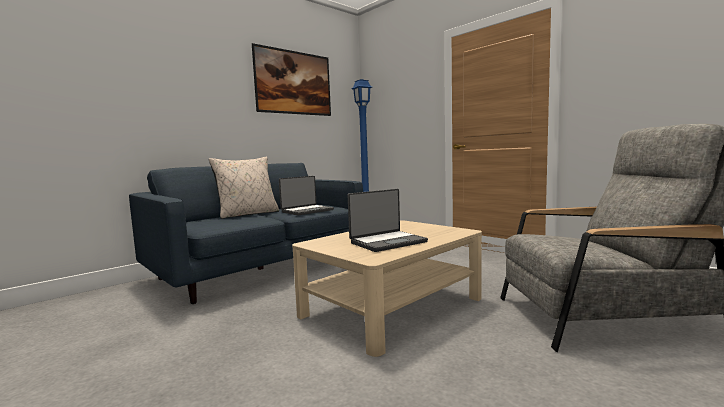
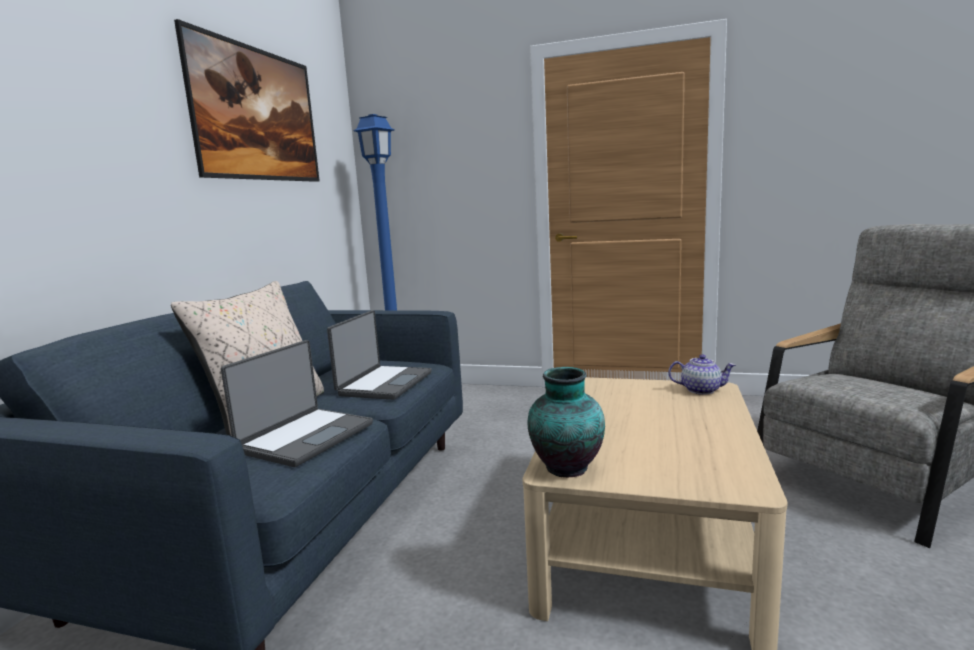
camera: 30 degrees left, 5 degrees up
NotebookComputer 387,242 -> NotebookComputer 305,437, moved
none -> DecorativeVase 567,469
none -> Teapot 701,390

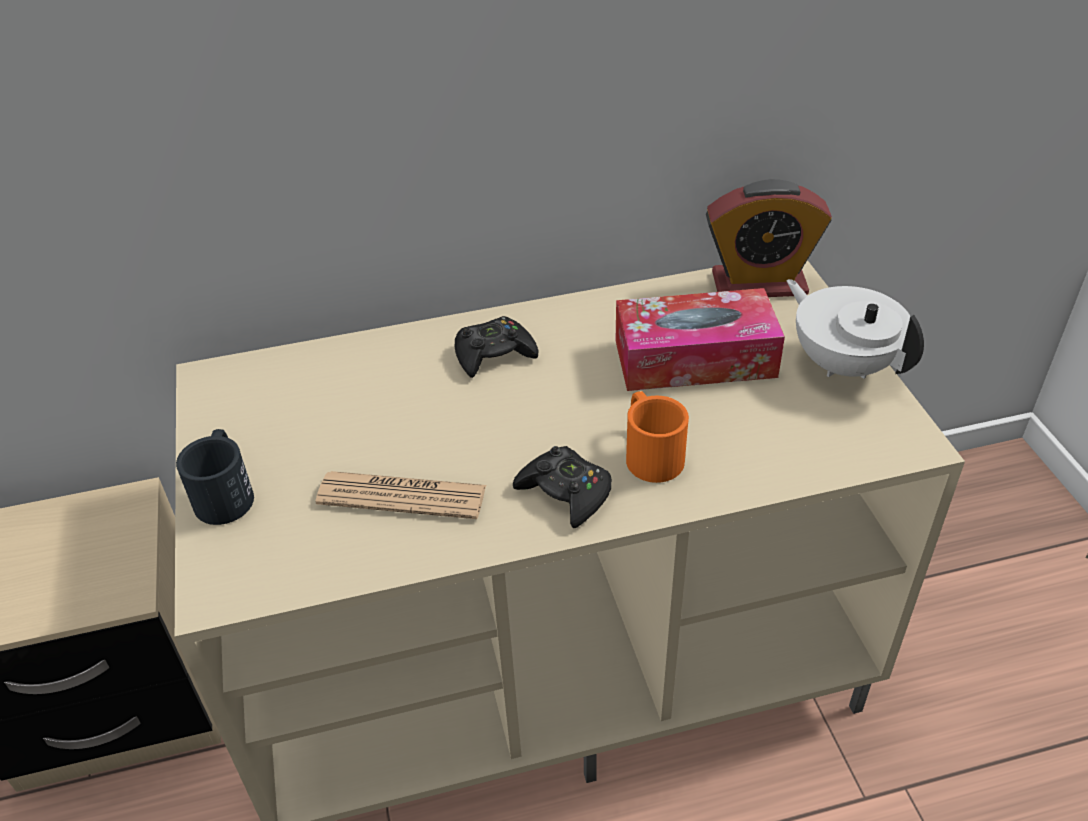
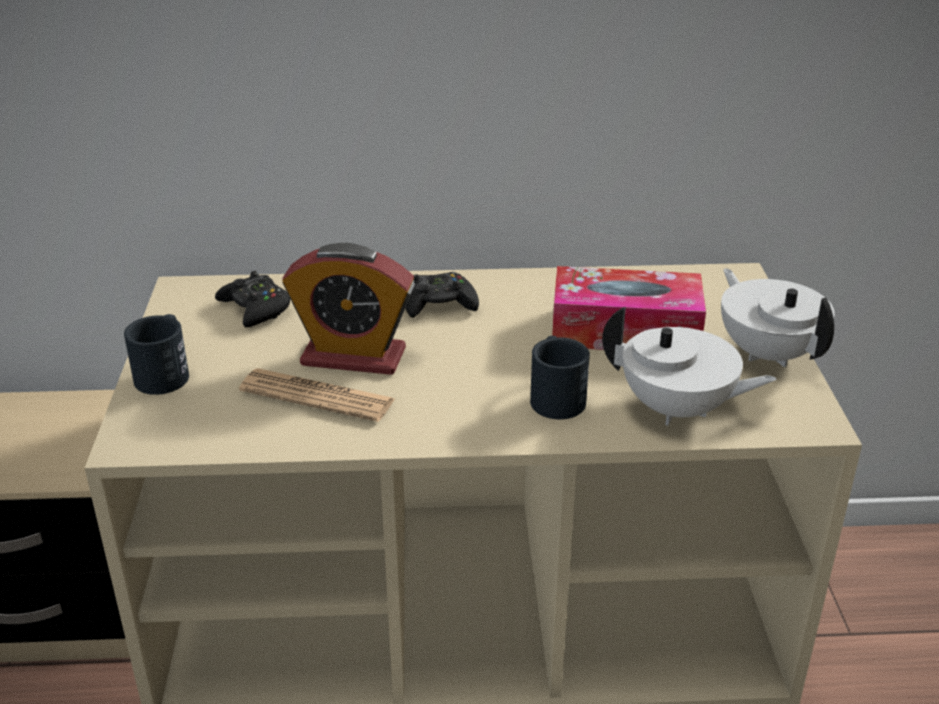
camera: 10 degrees right, 10 degrees down
BlackColouredJoypad 565,493 -> BlackColouredJoypad 255,308, moved
OrangeMug 649,452 -> BlackColouredMug 555,395
BedsideClock 759,284 -> BedsideClock 353,357, moved
none -> WhiteColouredTeapot 677,410

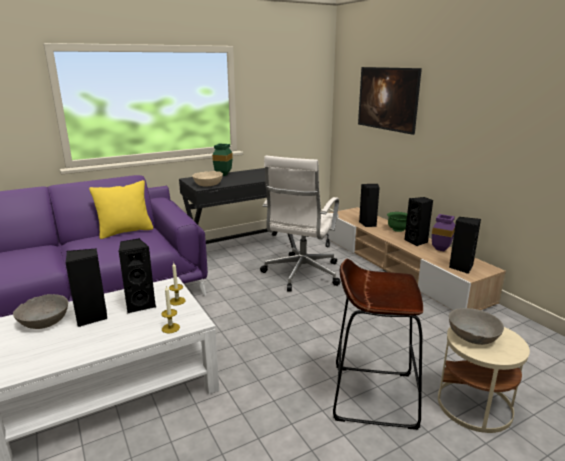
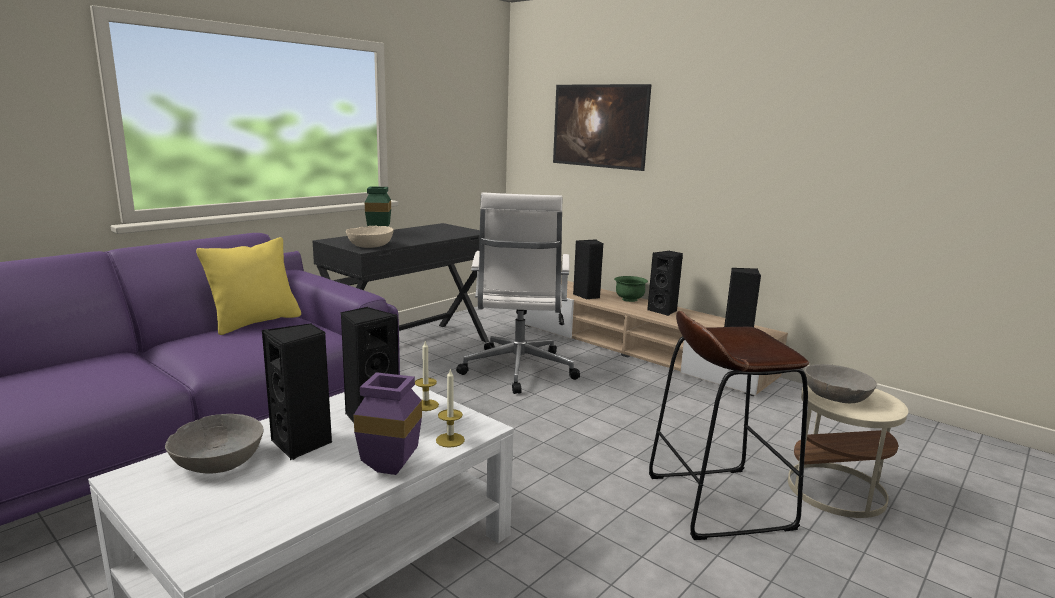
camera: 20 degrees left, 5 degrees down
PurpleColouredDecorativeVase 439,249 -> PurpleColouredDecorativeVase 386,469, moved

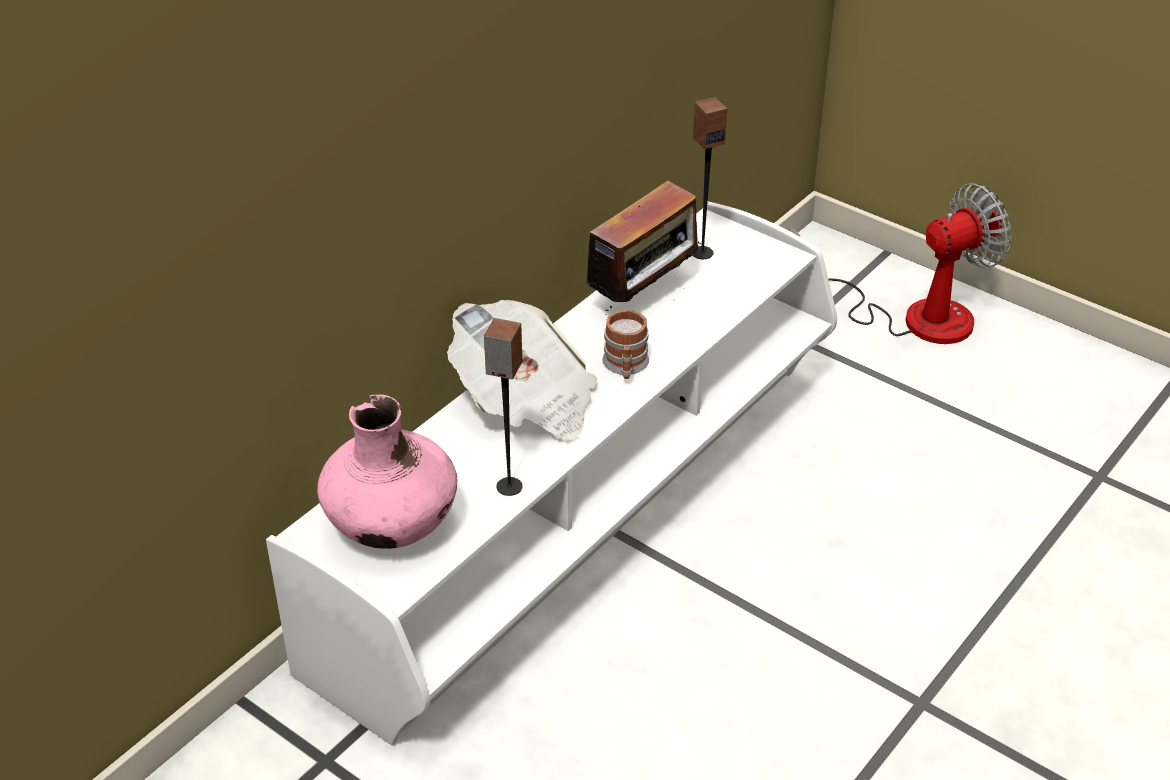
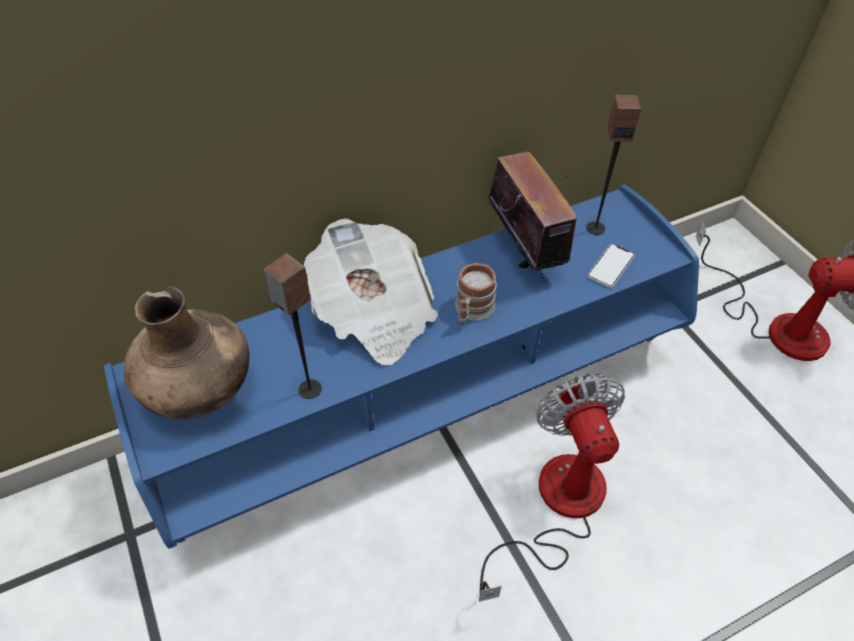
camera: 25 degrees right, 10 degrees up
WhiteColouredMediaConsole 585,518 -> BluishMediaConsole 426,406
PinkishDecorativeVase 393,526 -> BrownDecorativeVase 201,390
RadioReceiver 644,296 -> RadioReceiver 525,252, 90 degrees counterclockwise
none -> ElectricFan 557,506
none -> Handset 610,266

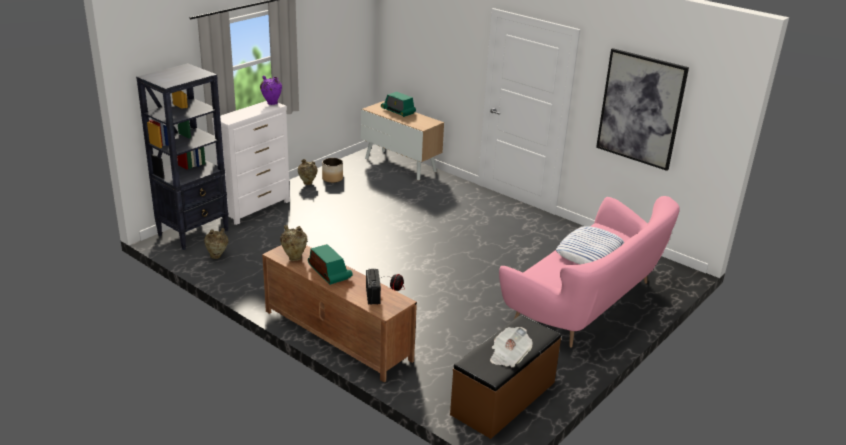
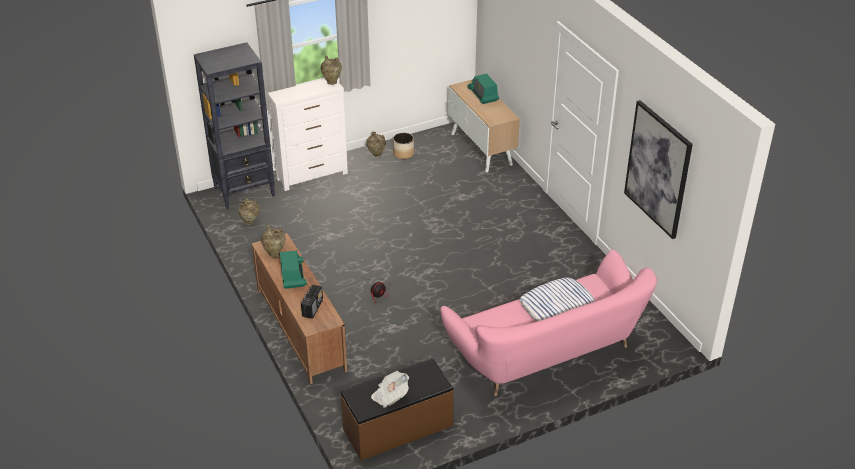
camera: 25 degrees right, 10 degrees up
PurpleColouredDecorativeVase 271,103 -> BeigeColouredDecorativeVase 332,82

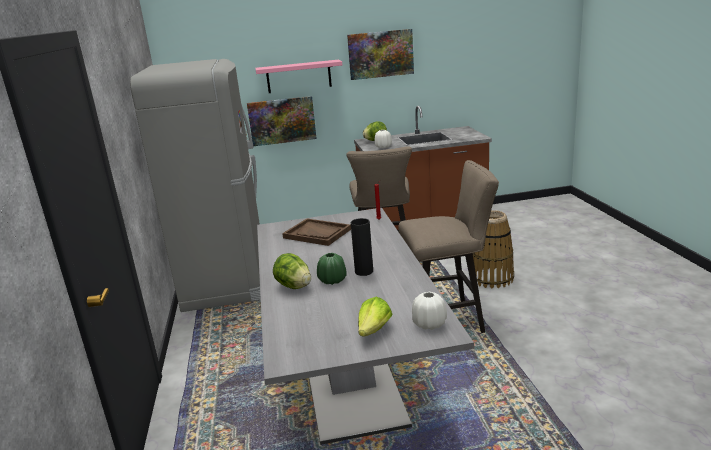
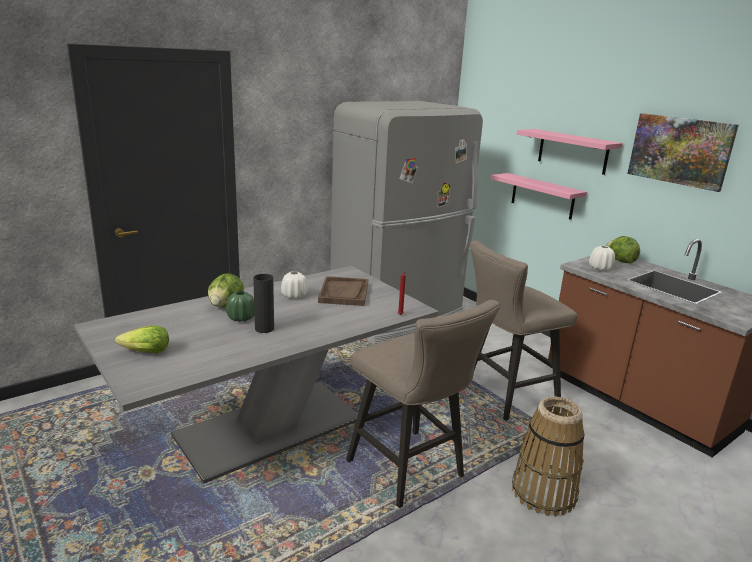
camera: 60 degrees right, 0 degrees up
WallPicture 282,120 -> PinkishShelf 542,196
WhiteColouredDecorativeVase 429,324 -> WhiteColouredDecorativeVase 294,296, moved

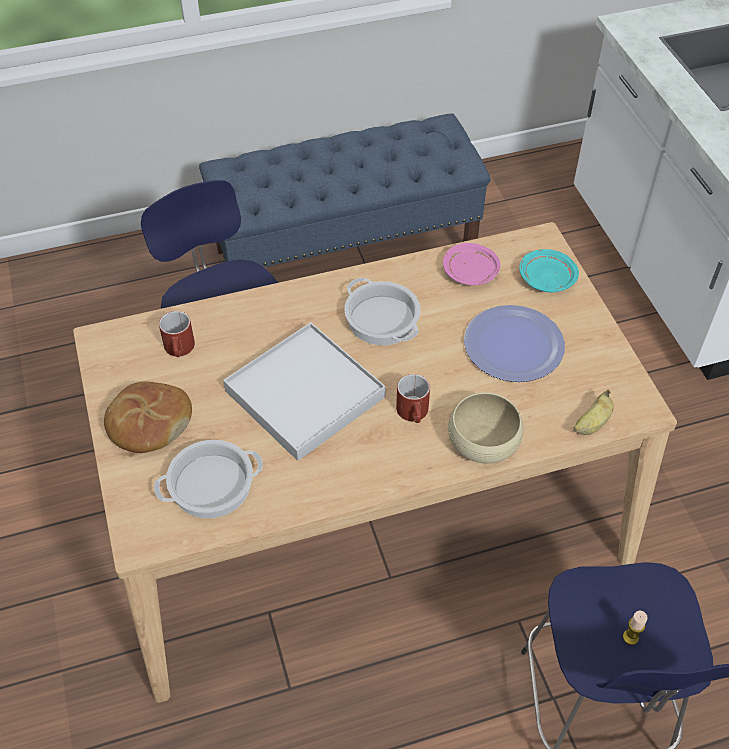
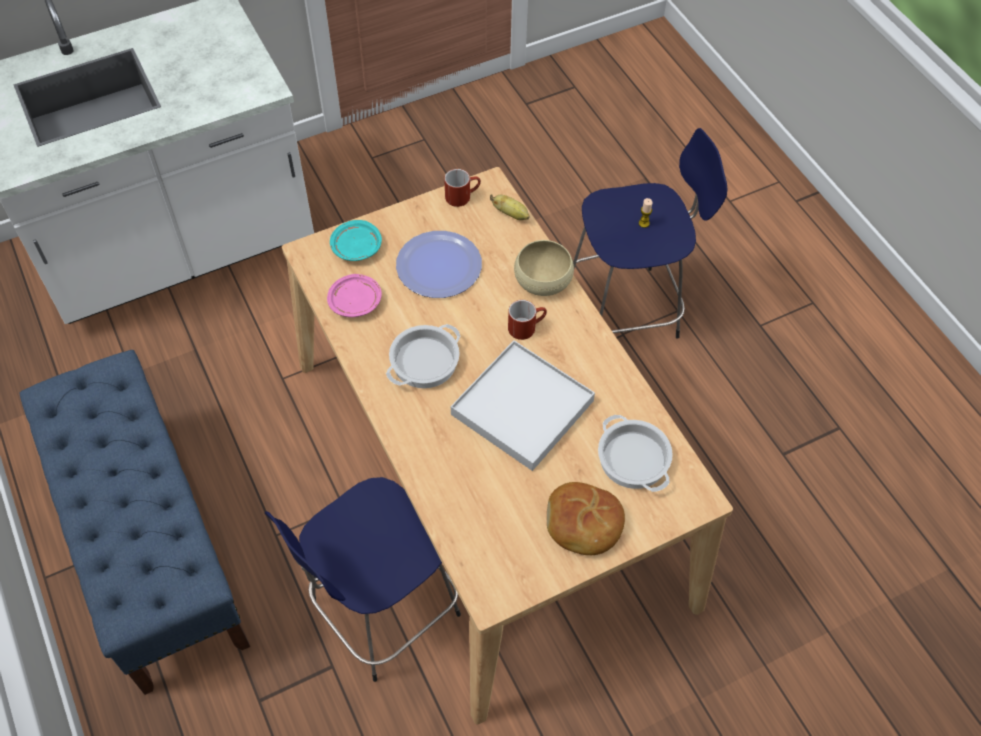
camera: 100 degrees left, 5 degrees up
RedColouredMug 180,350 -> RedColouredMug 462,195, moved

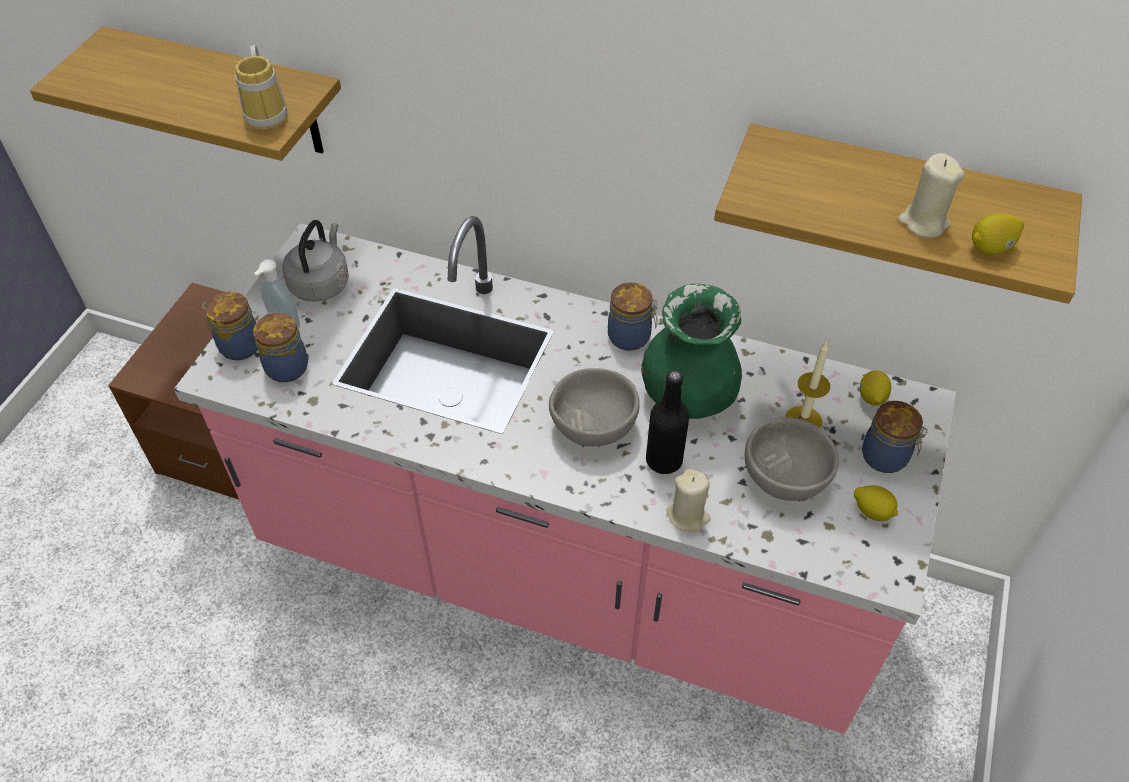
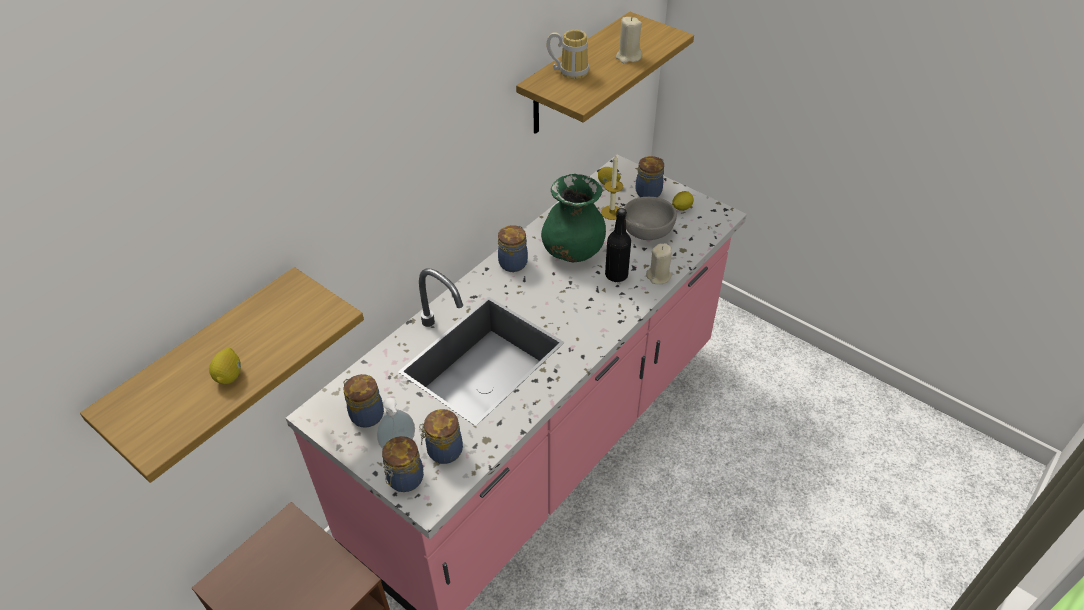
camera: 70 degrees left, 5 degrees down
Mug 269,113 -> Mug 570,71, moved
GreyishWaterKettle 321,283 -> PreserveJar 366,414
GreyishBowl 594,427 -> none
WholeLemon 991,248 -> WholeLemon 229,376, moved

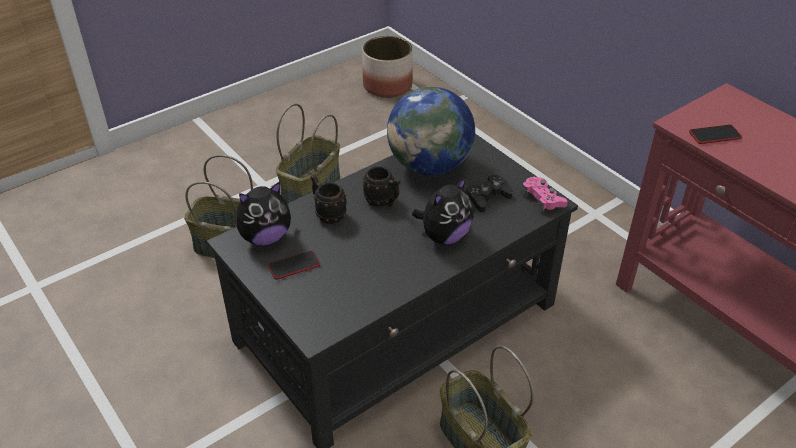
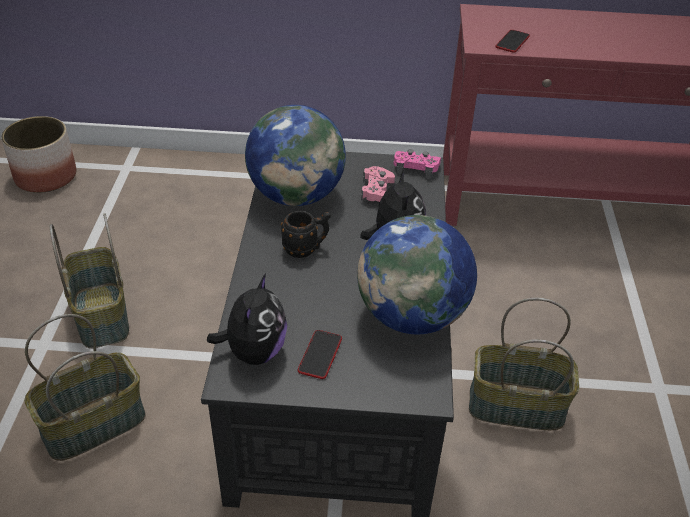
camera: 50 degrees left, 0 degrees up
BlackColouredMug 327,214 -> none
BlackColouredJoypad 487,197 -> PinkishJoypad 377,192
none -> Globe 412,316

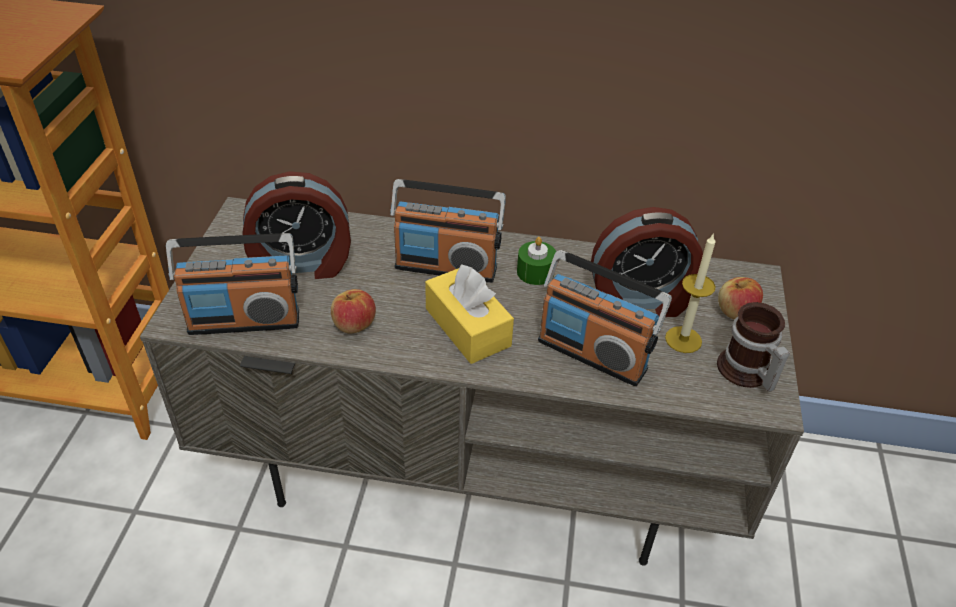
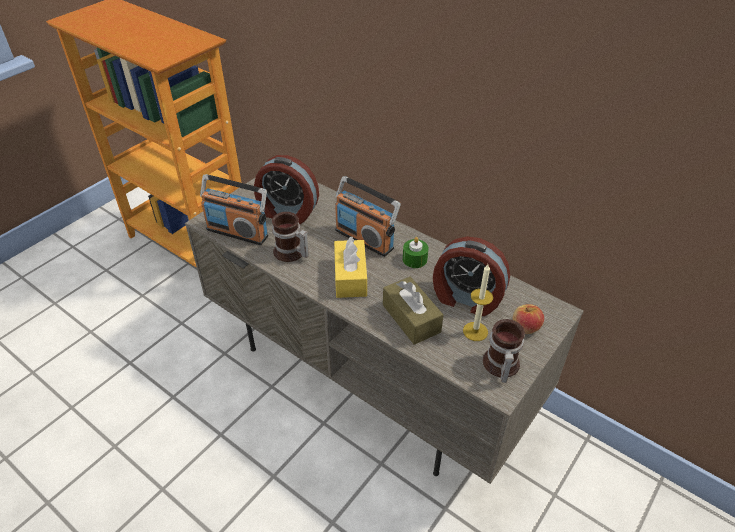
camera: 30 degrees right, 0 degrees up
AppleFruit 354,324 -> Mug 290,253
RadioReceiver 592,354 -> BrownTissueBox 411,318

